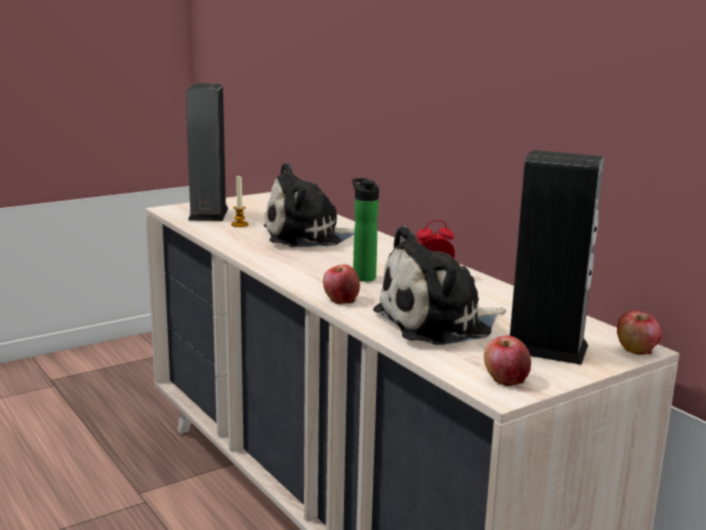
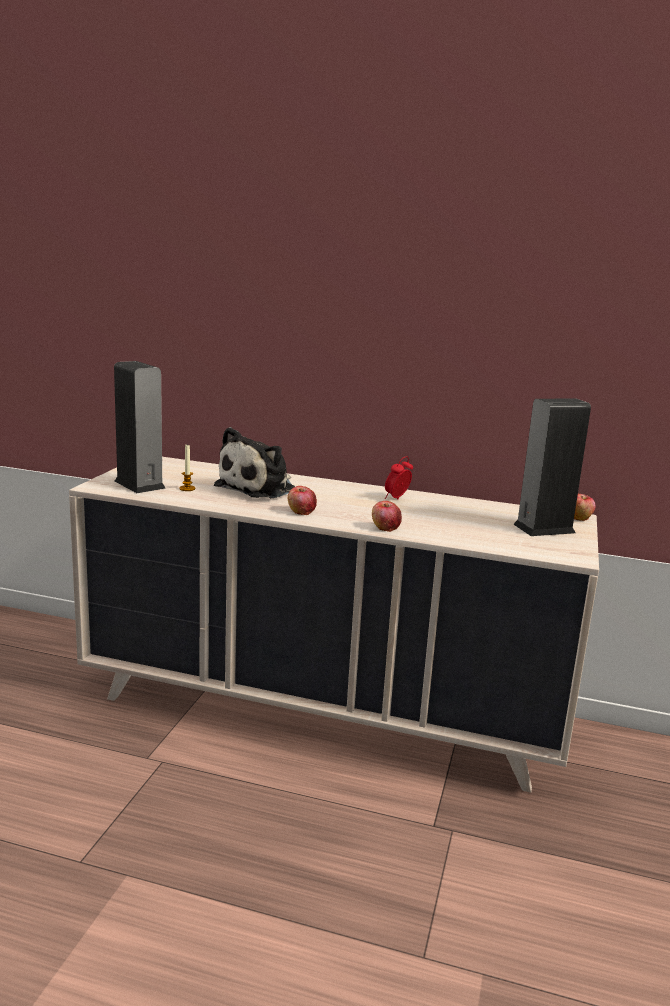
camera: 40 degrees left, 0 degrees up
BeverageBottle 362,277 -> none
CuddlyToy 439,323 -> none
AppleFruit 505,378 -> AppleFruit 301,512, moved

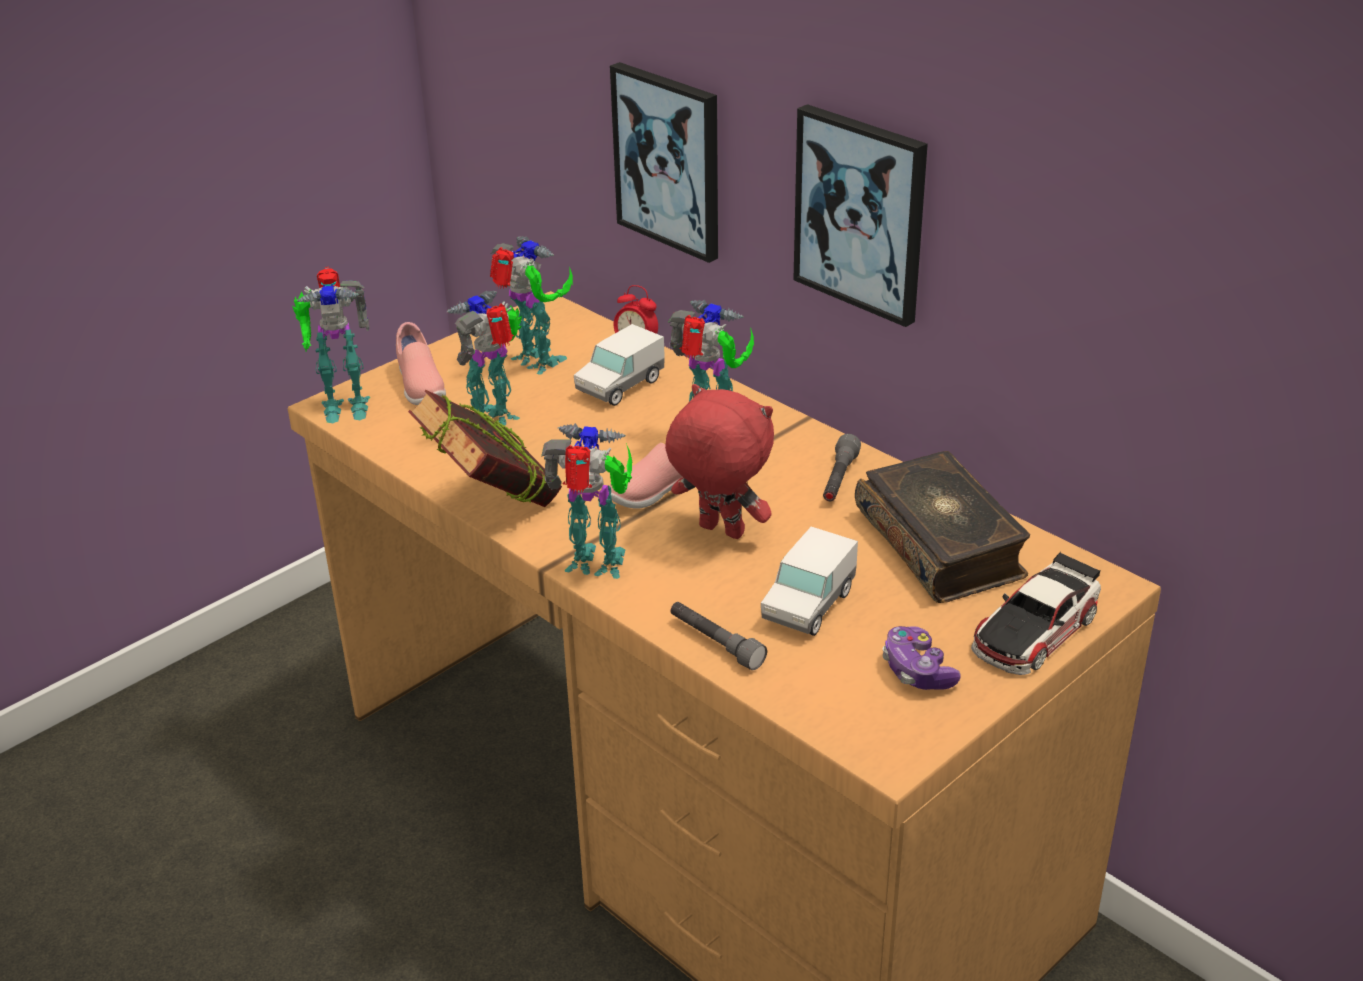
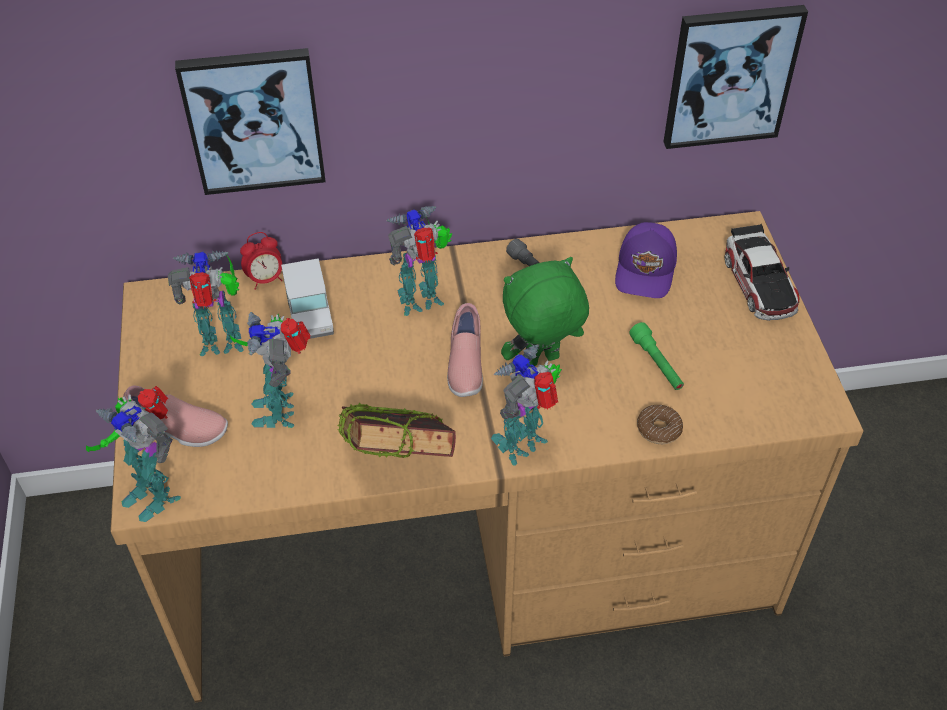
camera: 55 degrees left, 15 degrees up
ToyRobot 343,406 -> ToyRobot 153,492, 105 degrees clockwise
RedColouredCuddlyToy 719,532 -> GreenColouredCuddlyToy 541,362
GreyishTorch 715,643 -> Doughnut 658,429
ToyLorry 808,605 -> GreenColouredTorch 657,364
WallPicture 861,213 -> WallPicture 730,76, moved
BoundBook 941,544 -> PurpleColouredBaseballCap 646,270
Joypad 917,671 -> none

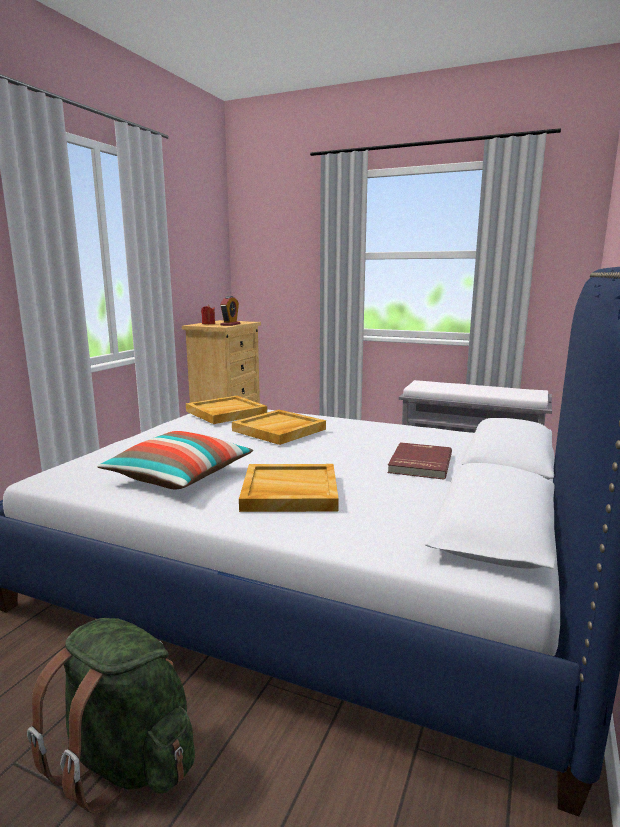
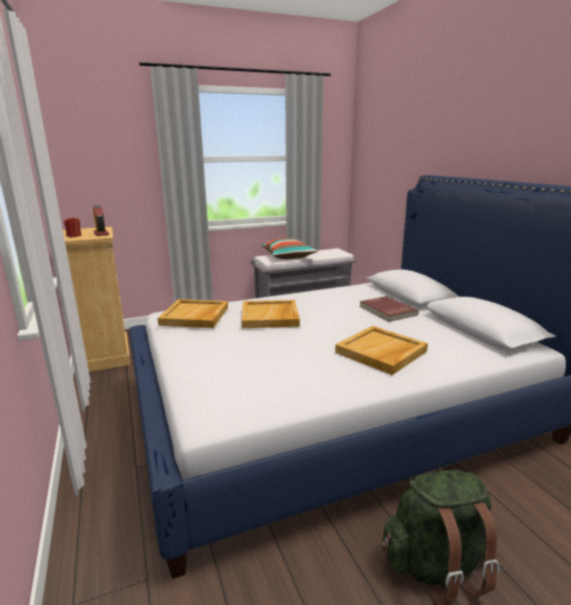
camera: 45 degrees left, 5 degrees up
Pillow 179,477 -> Pillow 288,256, moved

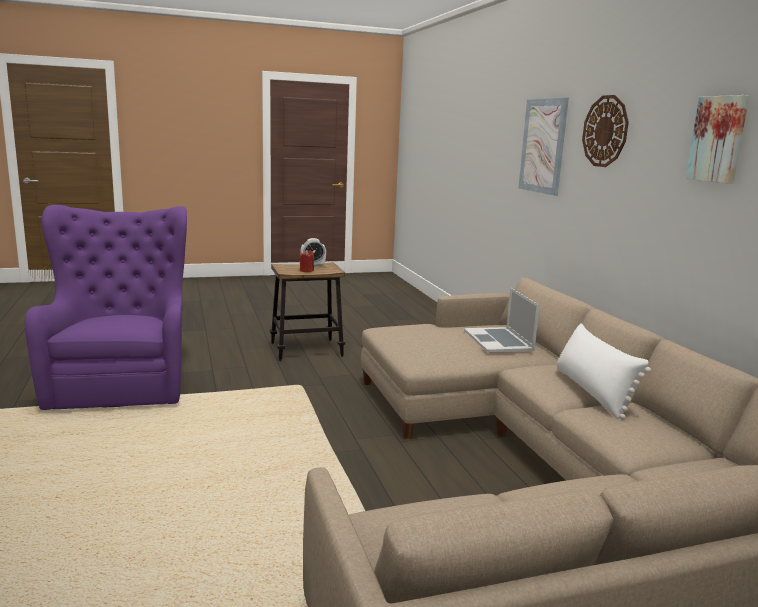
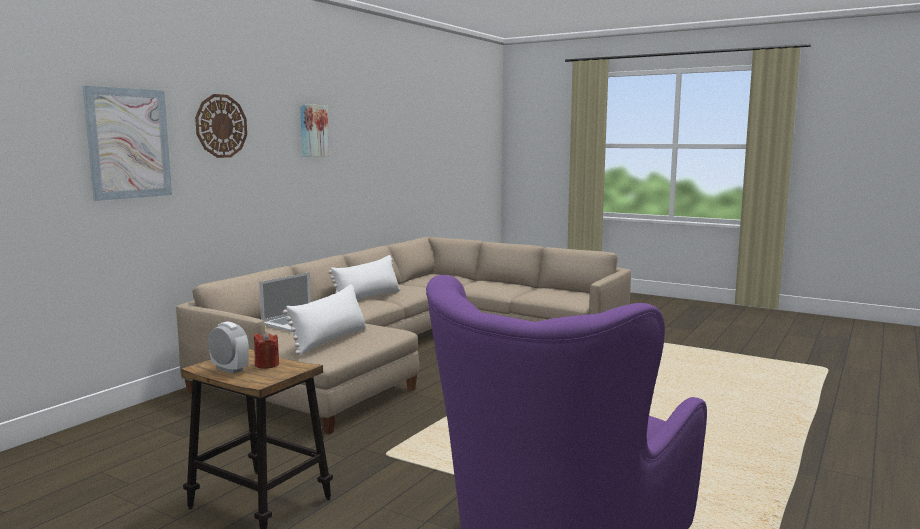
camera: 130 degrees left, 5 degrees down
none -> WhiteColouredPillow 330,340

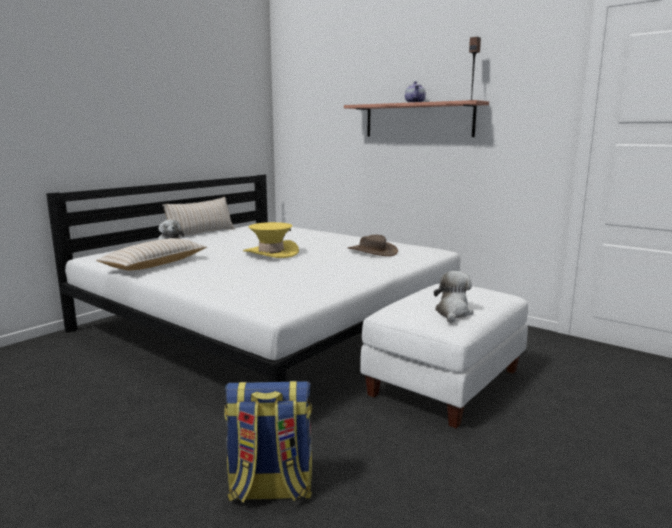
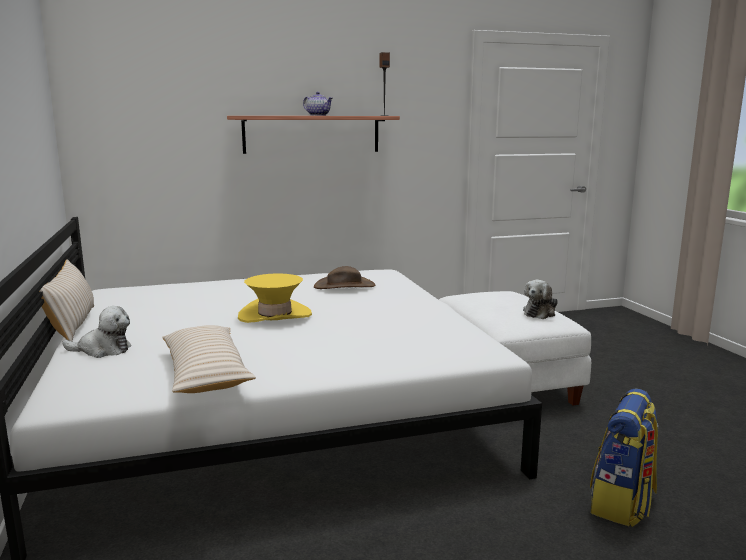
camera: 55 degrees left, 0 degrees up
CuddlyToy 453,313 -> CuddlyToy 540,313, 105 degrees counterclockwise

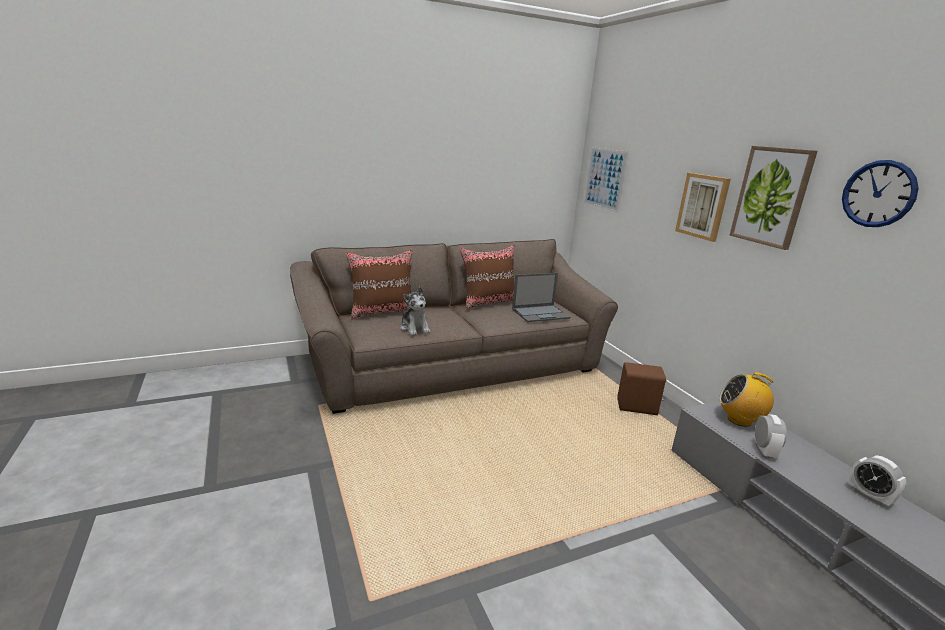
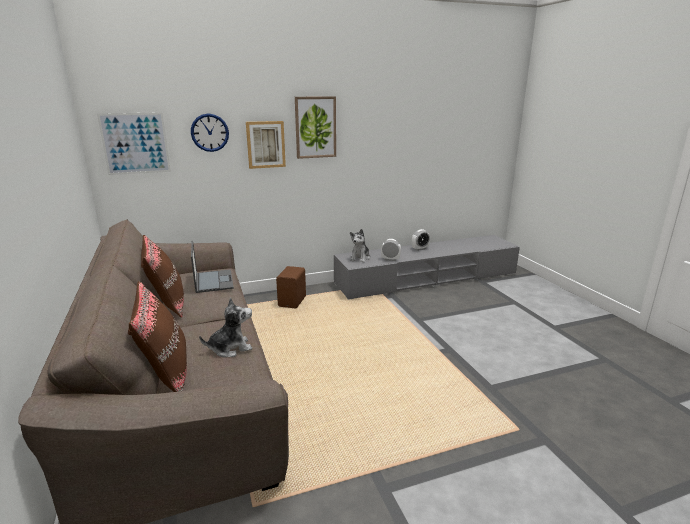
camera: 85 degrees left, 0 degrees up
RadioReceiver 740,420 -> CuddlyToy 360,258
ClockOnTheWall 878,194 -> ClockOnTheWall 210,132, moved

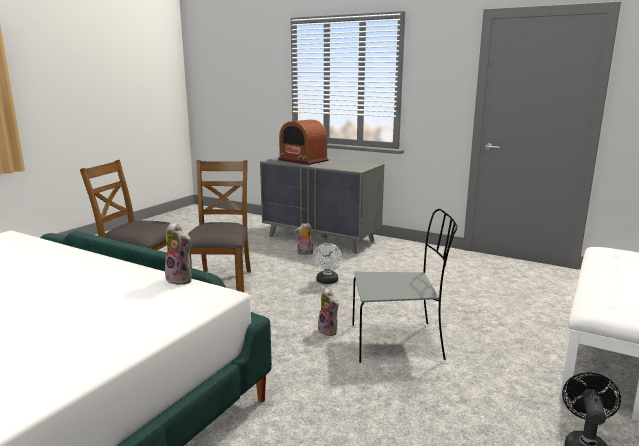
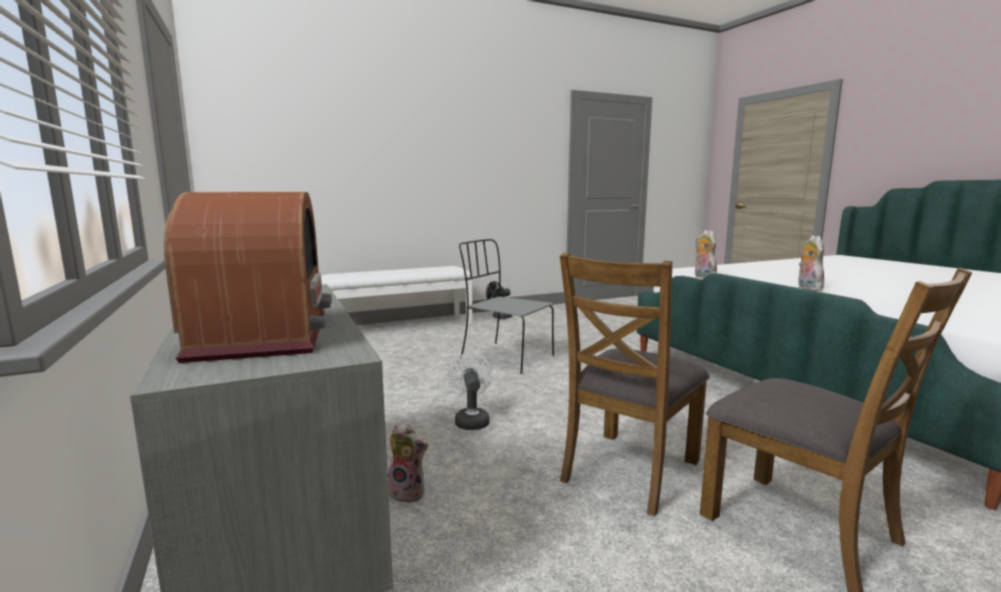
camera: 145 degrees left, 5 degrees down
WhiteColouredElectricFan 327,281 -> WhiteColouredElectricFan 471,420, 45 degrees counterclockwise
CuddlyToy 329,330 -> CuddlyToy 807,288, moved

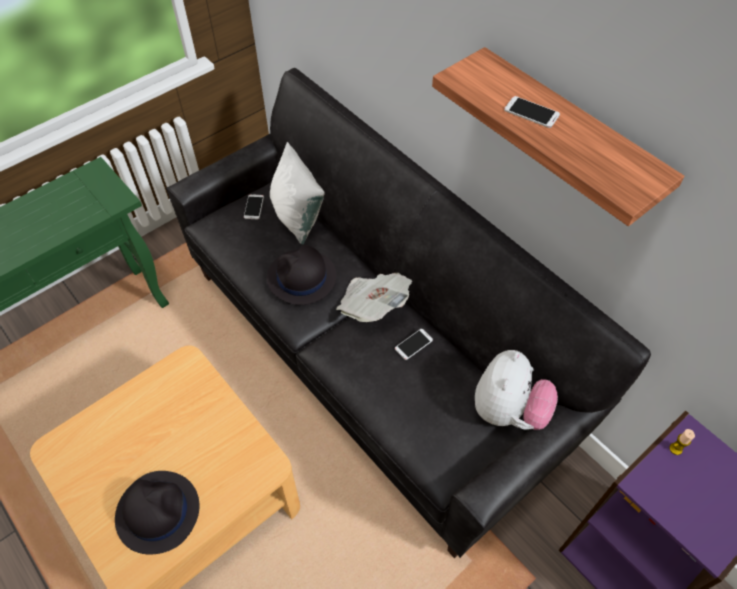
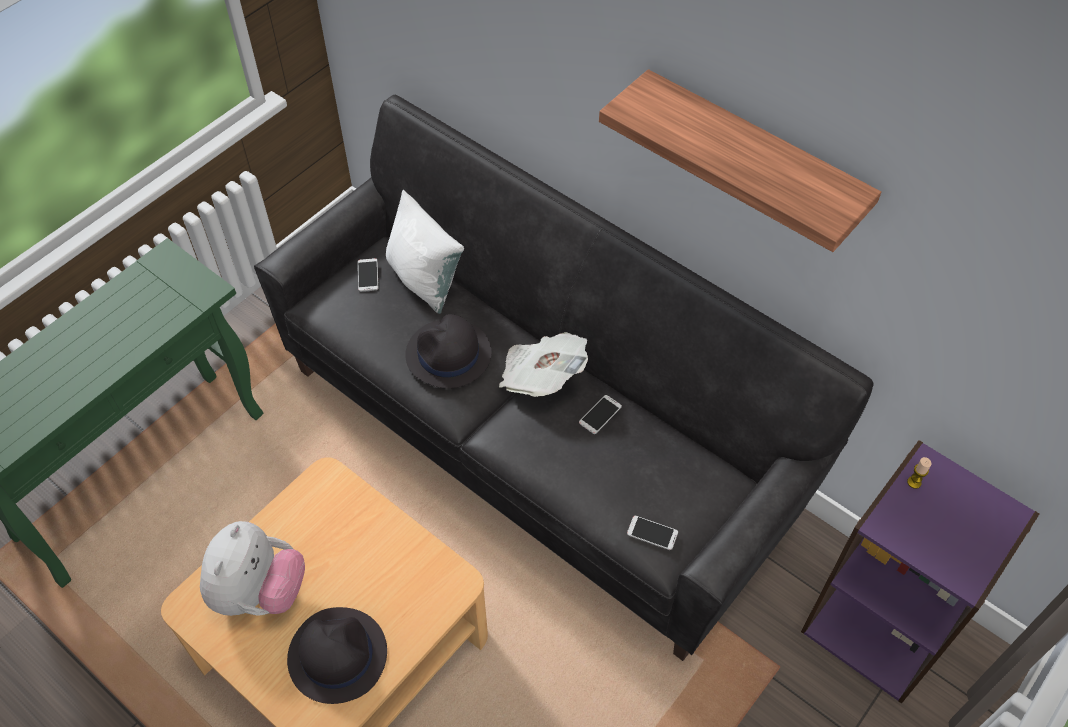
camera: 10 degrees left, 0 degrees up
CuddlyToy 508,410 -> CuddlyToy 259,592, moved
Handset 531,112 -> Handset 652,533, moved

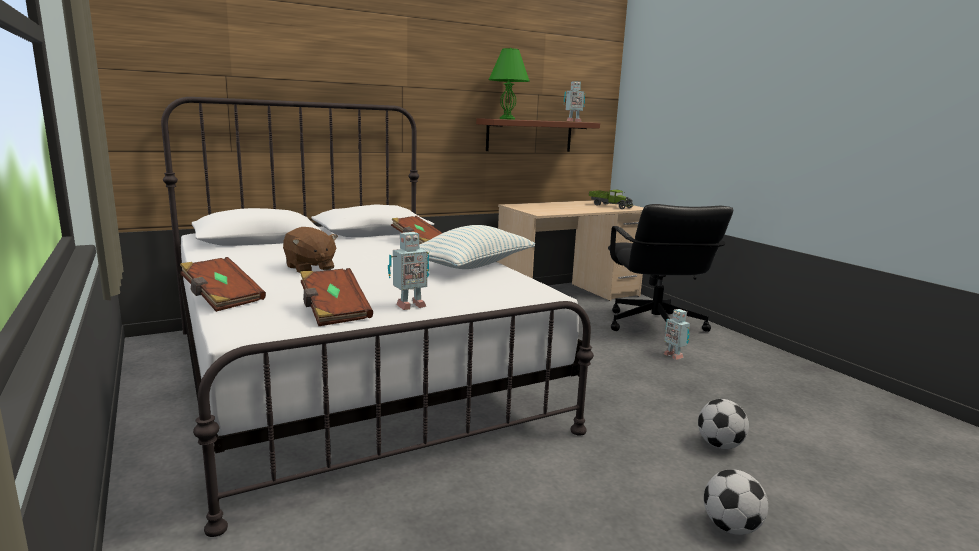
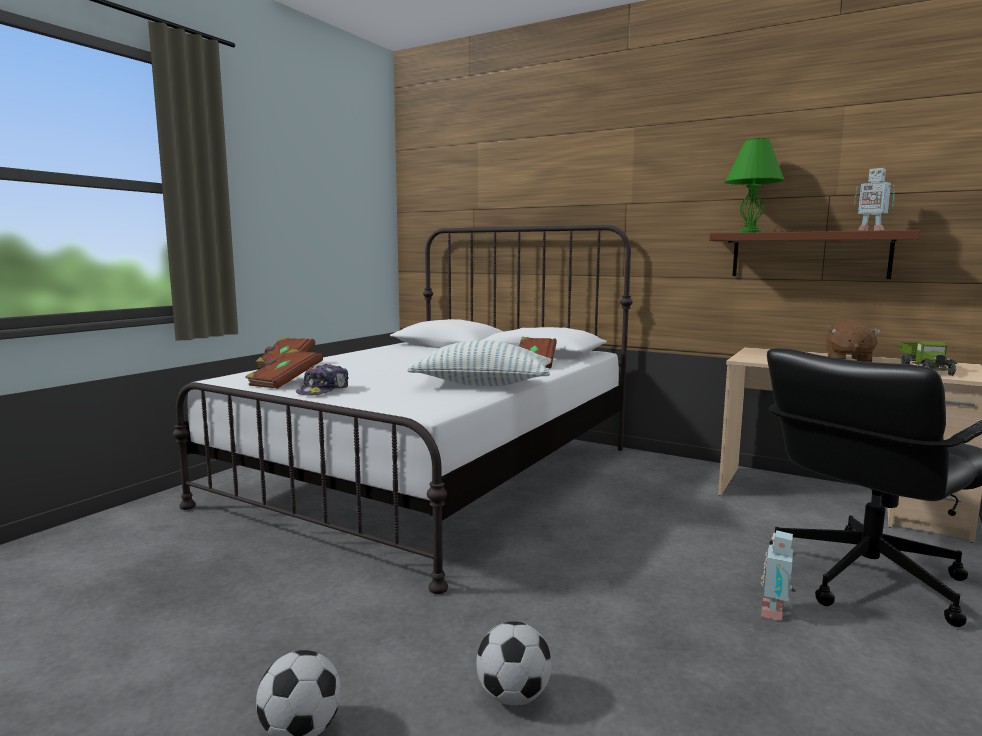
camera: 60 degrees right, 5 degrees down
BrownCuddlyToy 309,268 -> BrownCuddlyToy 848,360, moved
ToyRobot 409,306 -> BaseballCap 324,390

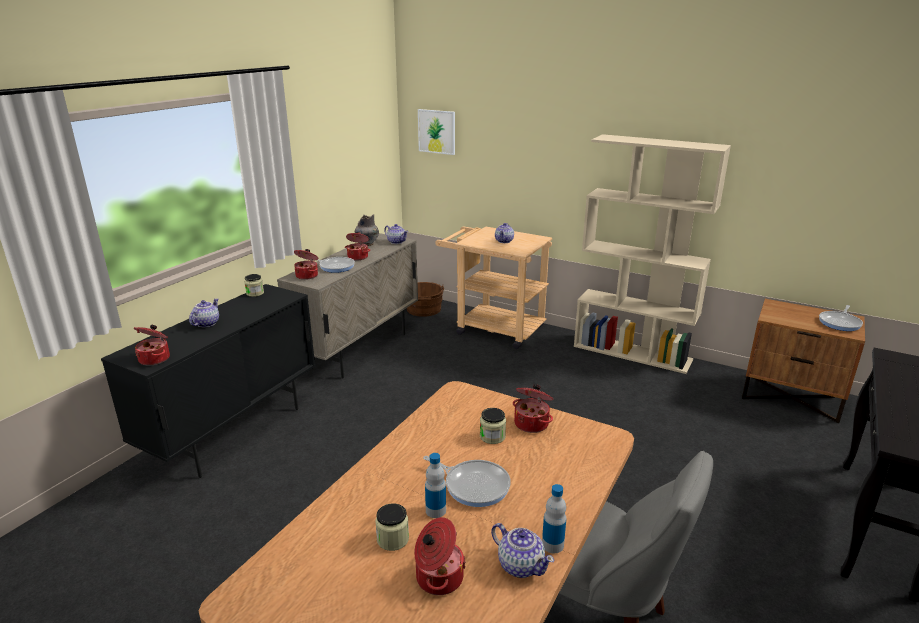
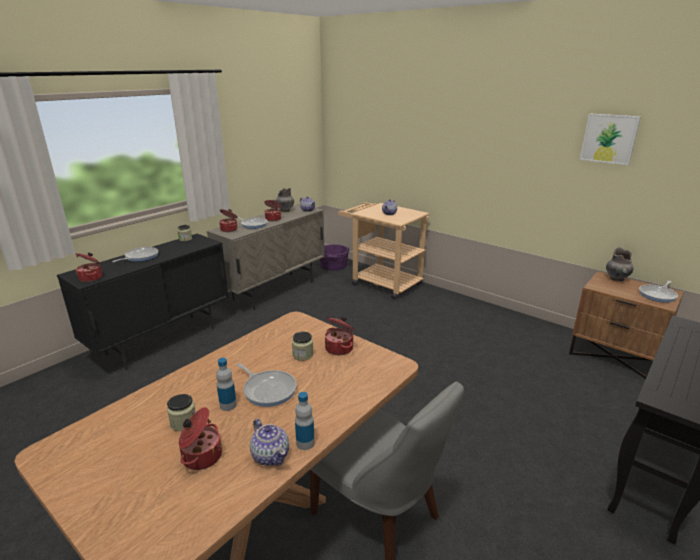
camera: 10 degrees right, 0 degrees up
Teapot 206,323 -> Skillet 140,257
BrownBucket 424,310 -> PurpleColouredBucket 333,266
WallPicture 437,131 -> WallPicture 609,138, moved
BeigeColouredShelvingUnit 632,353 -> none
none -> GreyishDecorativeVase 616,279

